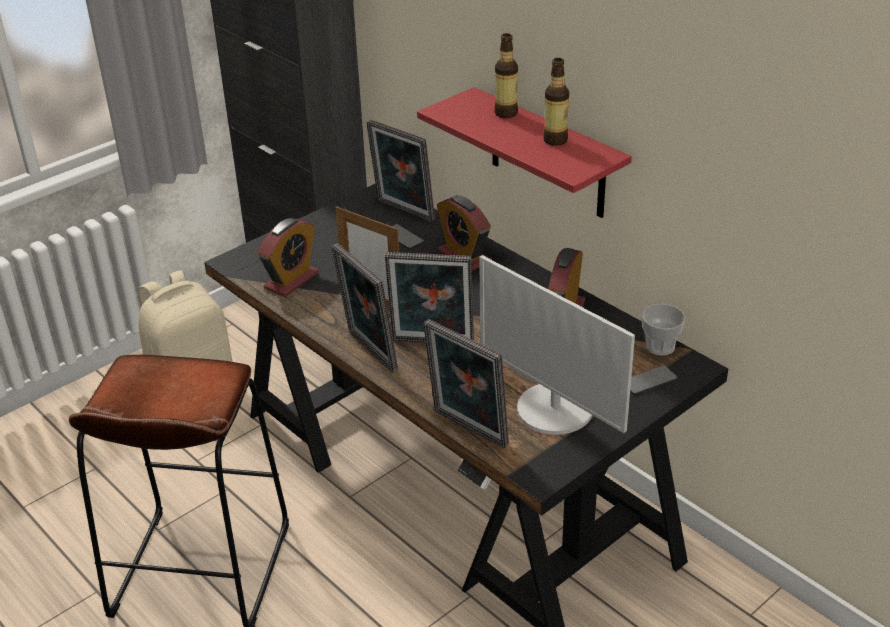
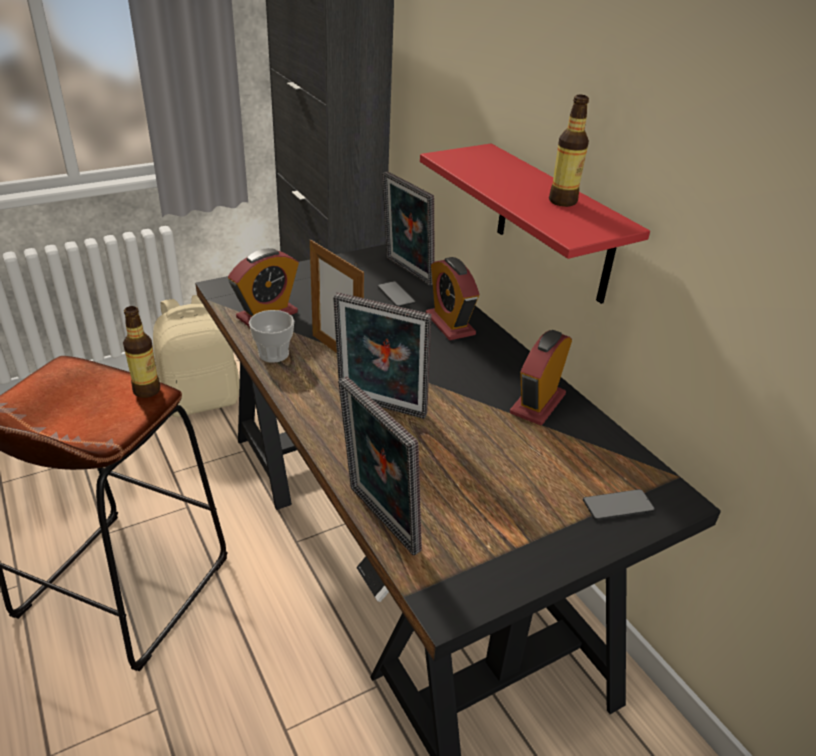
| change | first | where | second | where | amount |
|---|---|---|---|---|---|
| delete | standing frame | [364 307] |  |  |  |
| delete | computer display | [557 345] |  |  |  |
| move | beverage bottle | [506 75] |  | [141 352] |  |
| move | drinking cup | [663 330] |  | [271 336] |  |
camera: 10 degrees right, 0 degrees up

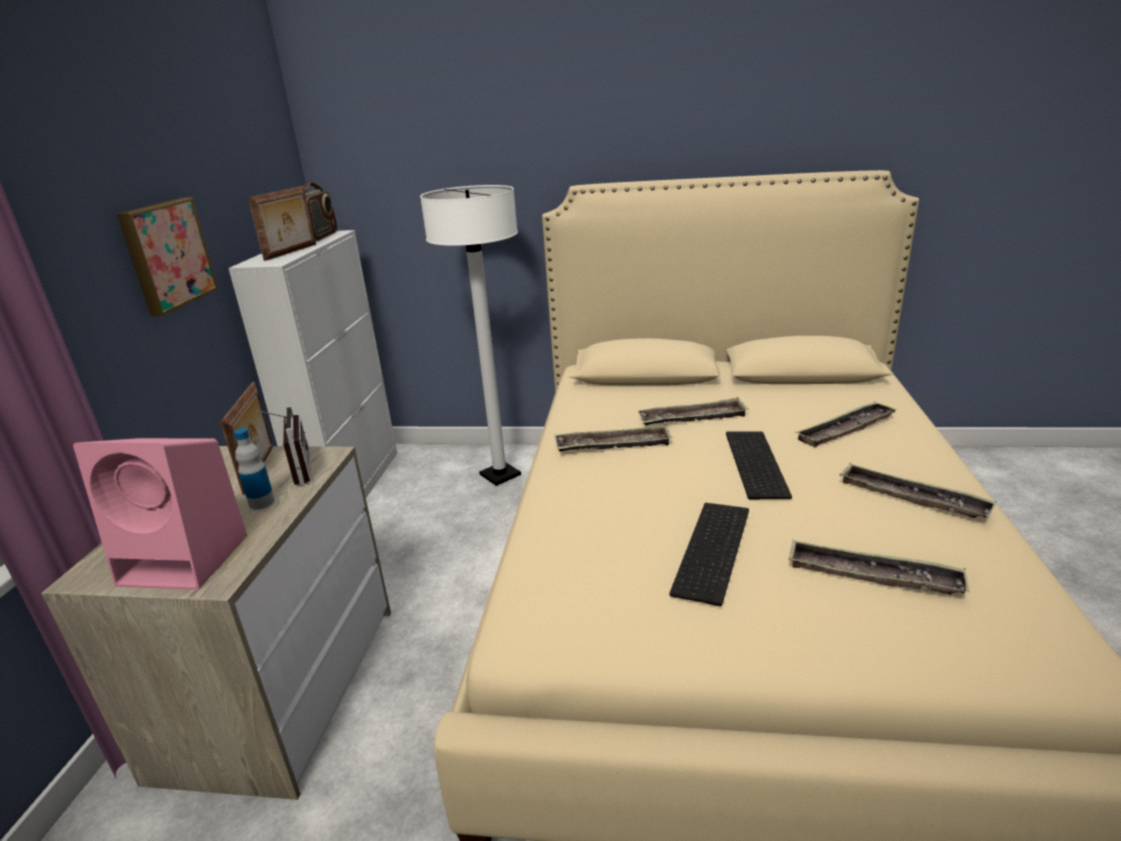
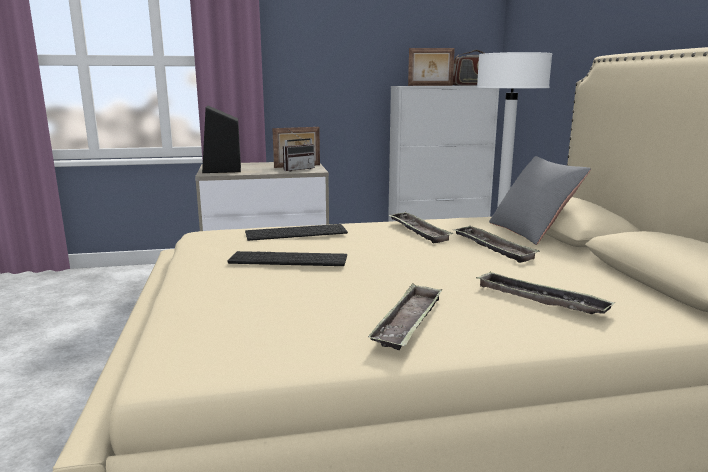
| change | first | where | second | where | amount |
|---|---|---|---|---|---|
| recolor | loudspeaker in pink | [160 514] | loudspeaker in black | [221 139] |  |
| delete | picture | [168 256] |  |  |  |
| delete | beverage bottle | [254 468] |  |  |  |
| move | keyboard | [759 466] |  | [296 232] |  |
| delete | serving tray | [879 567] |  |  |  |
| insert |  |  | pillow in greyish | [540 200] |  |
camera: 70 degrees right, 10 degrees down

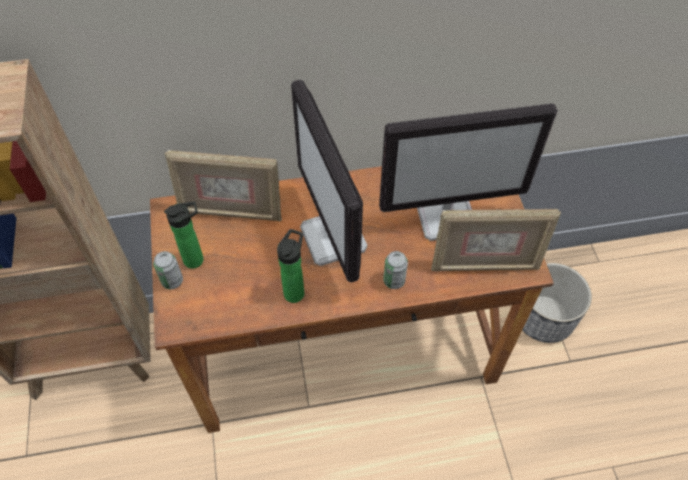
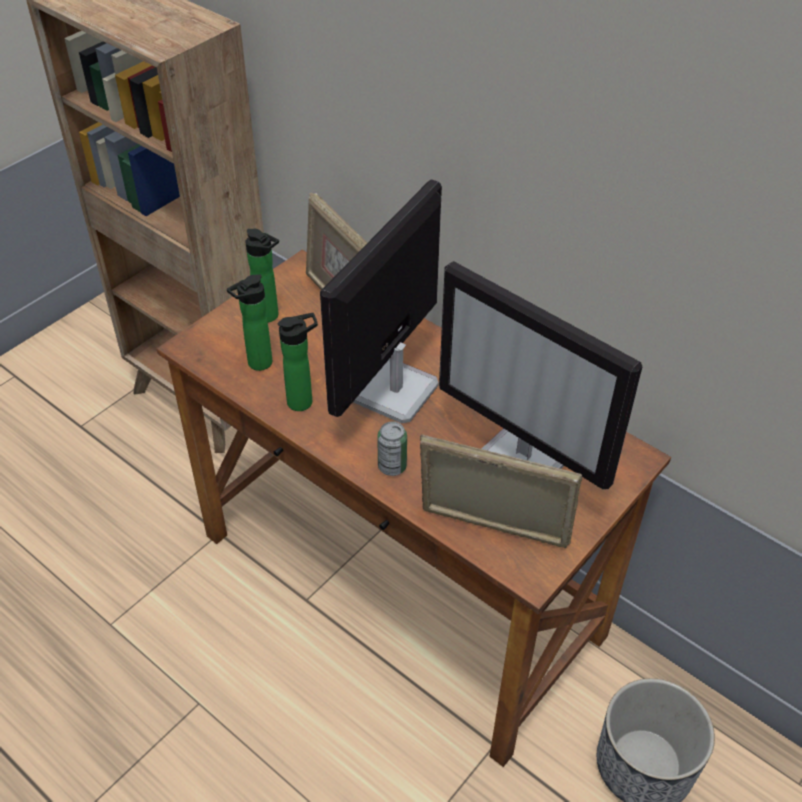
| change | first | where | second | where | amount |
|---|---|---|---|---|---|
| delete | sealed can | [168 270] |  |  |  |
| rotate | standing frame | [496 240] |  | [501 491] | 150 degrees clockwise |
| insert |  |  | beverage bottle | [249 322] |  |
camera: 50 degrees right, 10 degrees down

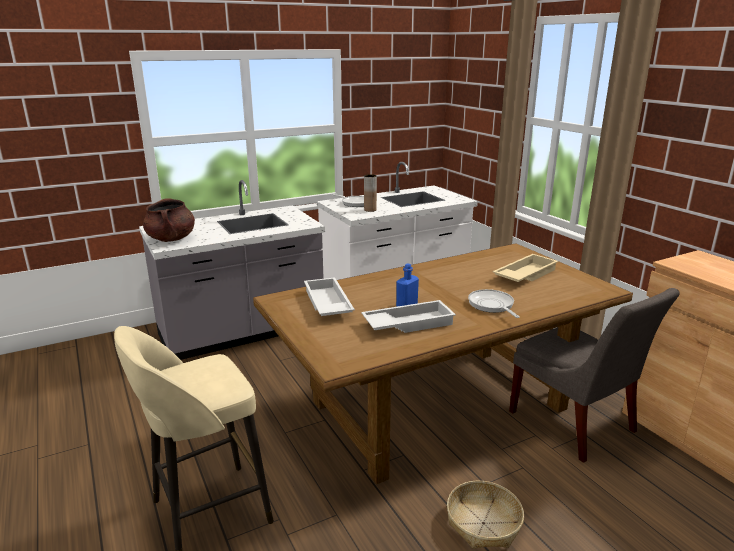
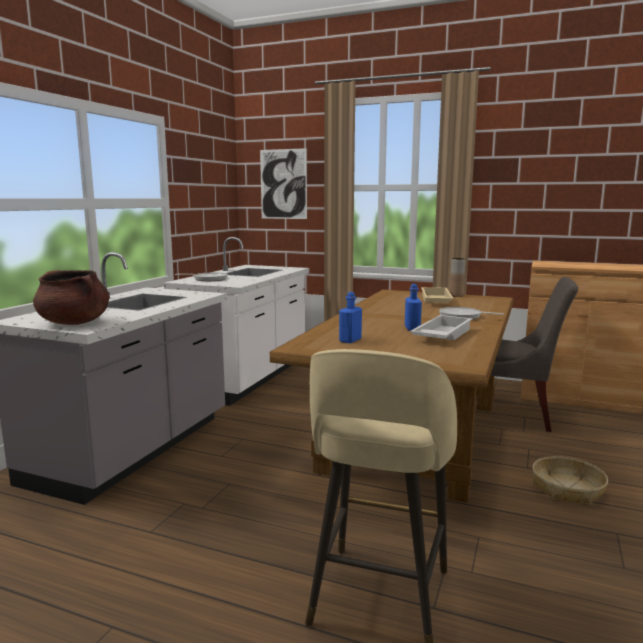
| change | first | where | second | where | amount |
|---|---|---|---|---|---|
| replace | serving tray in white | [329 296] | beverage bottle in blue | [350 317] |  |
| move | flower vase in brown | [370 193] |  | [457 277] |  |
| insert |  |  | picture | [283 183] |  |
camera: 40 degrees left, 10 degrees down

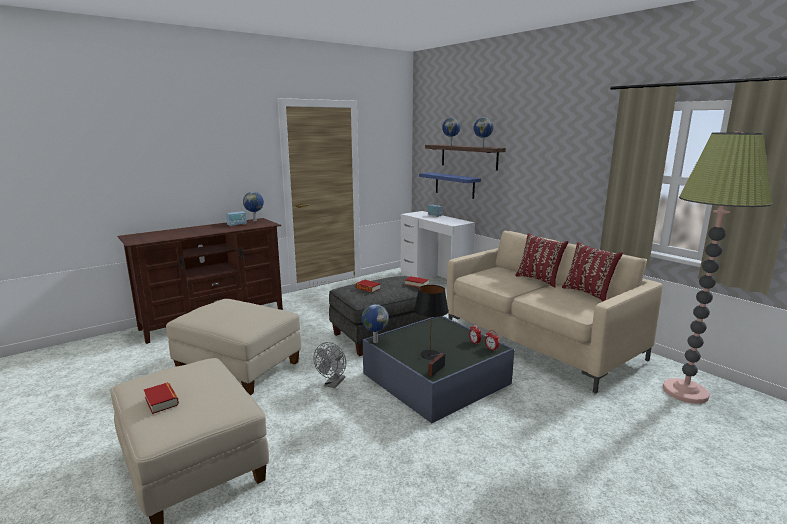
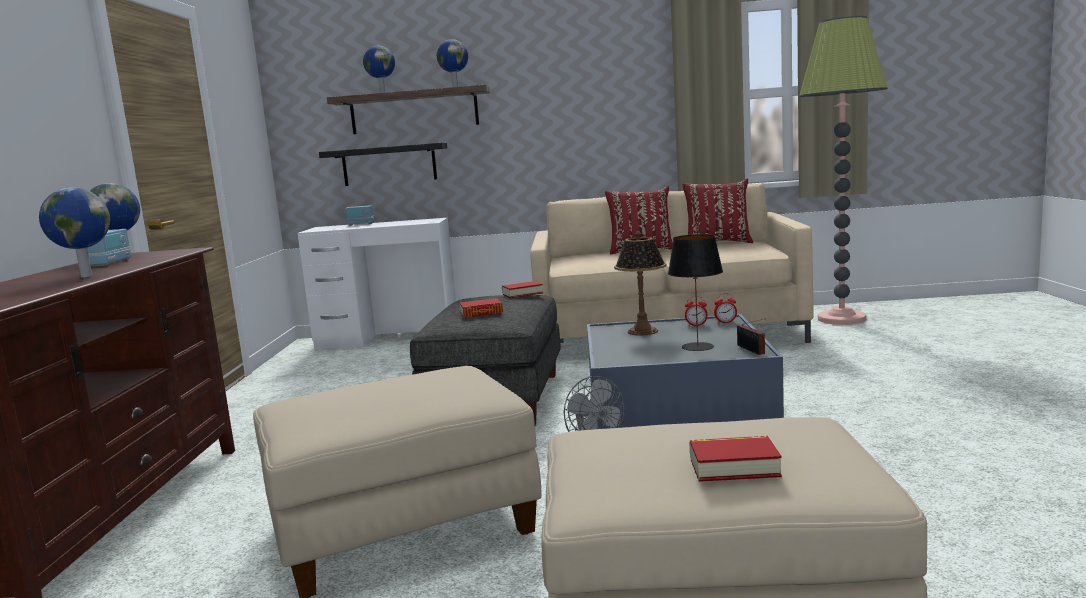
| change | first | where | second | where | amount |
|---|---|---|---|---|---|
| move | desk globe | [375 323] |  | [74 233] |  |
| recolor | shelf in blue | [450 185] | shelf in black | [383 164] |  |
| insert |  |  | tabletop lamp | [640 284] |  |
camera: 50 degrees left, 5 degrees down

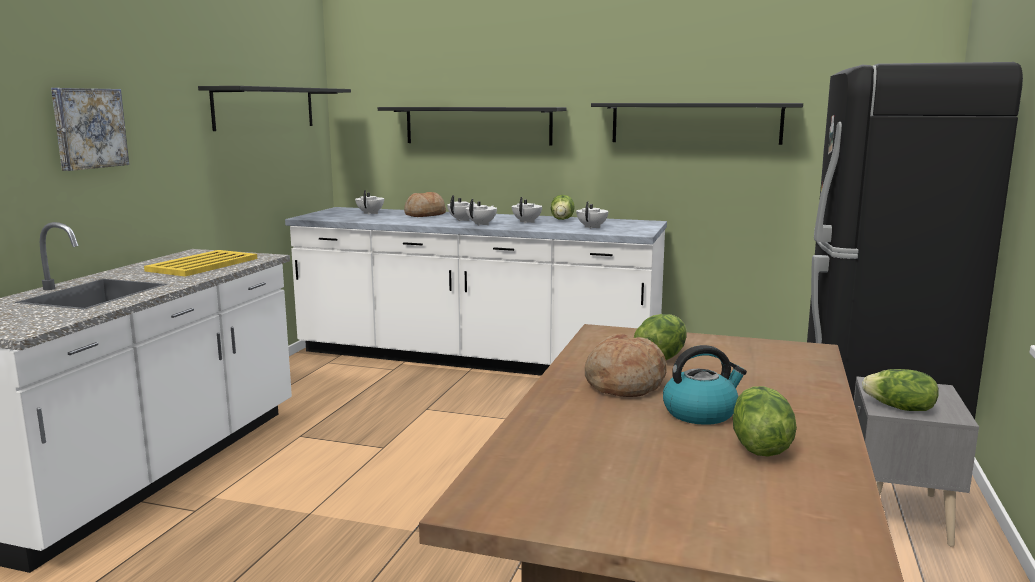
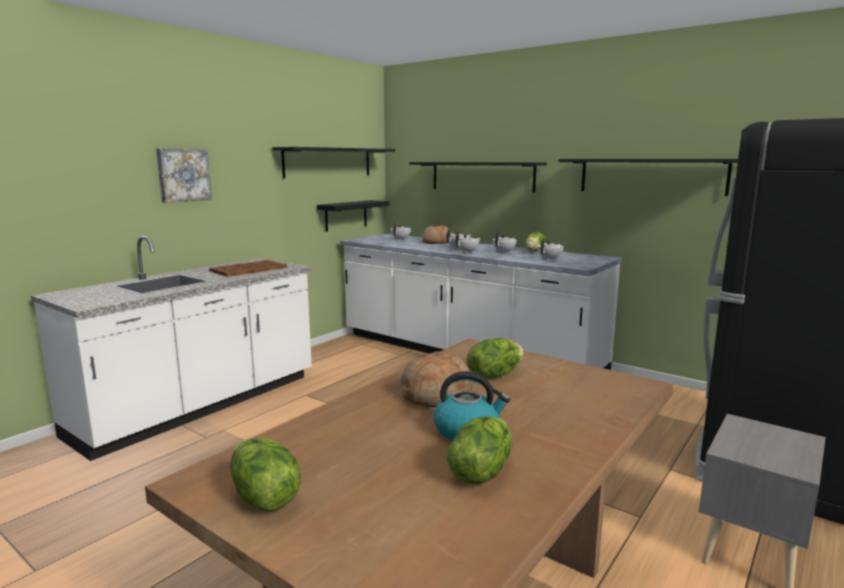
| change | first | where | second | where | amount |
|---|---|---|---|---|---|
| recolor | serving tray in yellowish | [200 263] | serving tray in brown | [248 268] |  |
| move | lettuce | [900 390] |  | [265 474] |  |
| insert |  |  | shelf in black | [353 216] |  |
camera: 20 degrees right, 0 degrees up

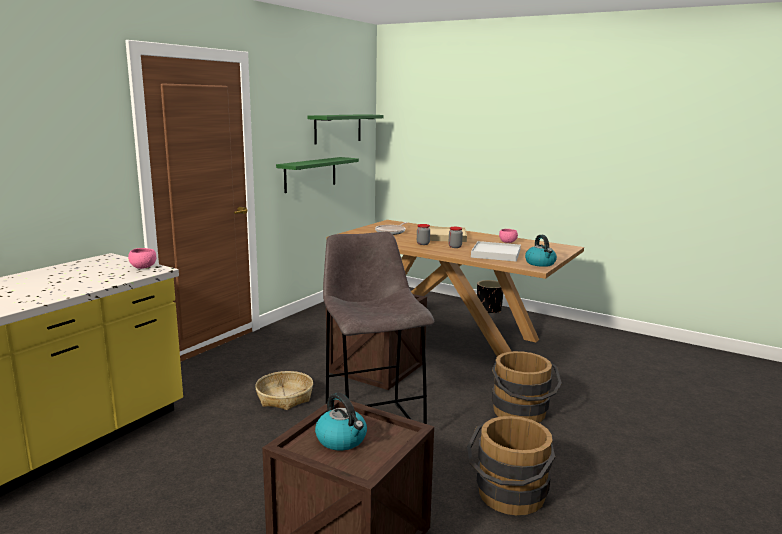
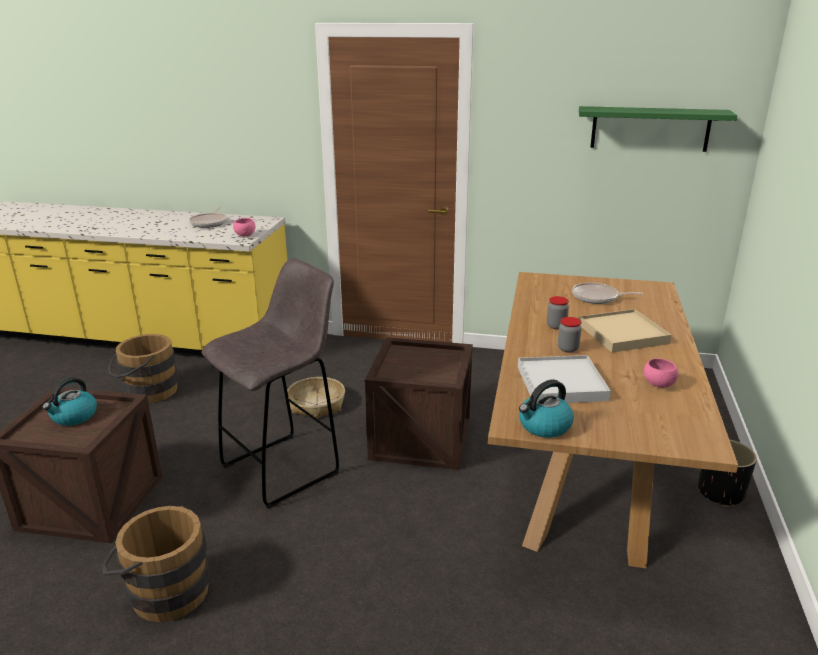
| change | first | where | second | where | amount |
|---|---|---|---|---|---|
| delete | shelf in greenish | [317 175] |  |  |  |
| move | pail in brown | [527 387] |  | [143 369] |  |
| insert |  |  | pan | [208 217] |  |
camera: 70 degrees right, 10 degrees up

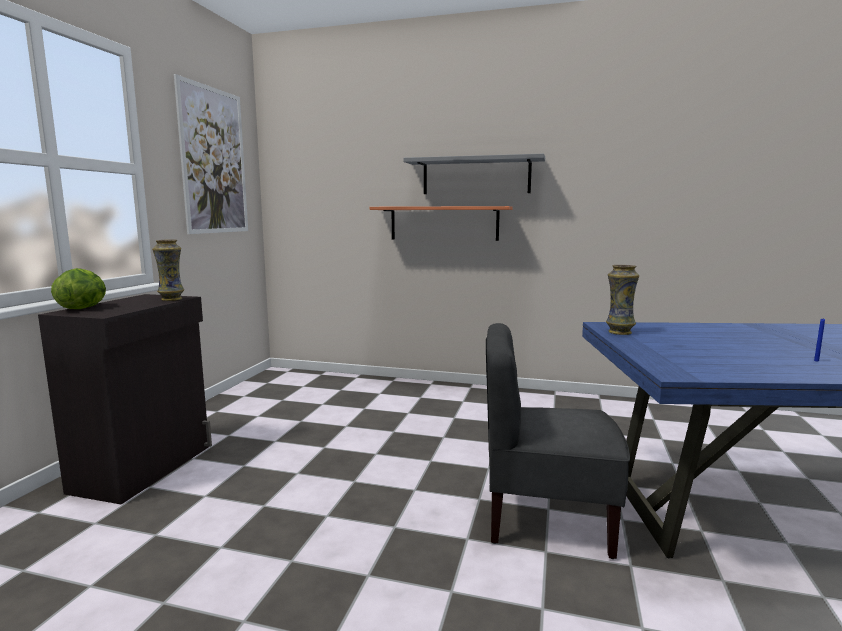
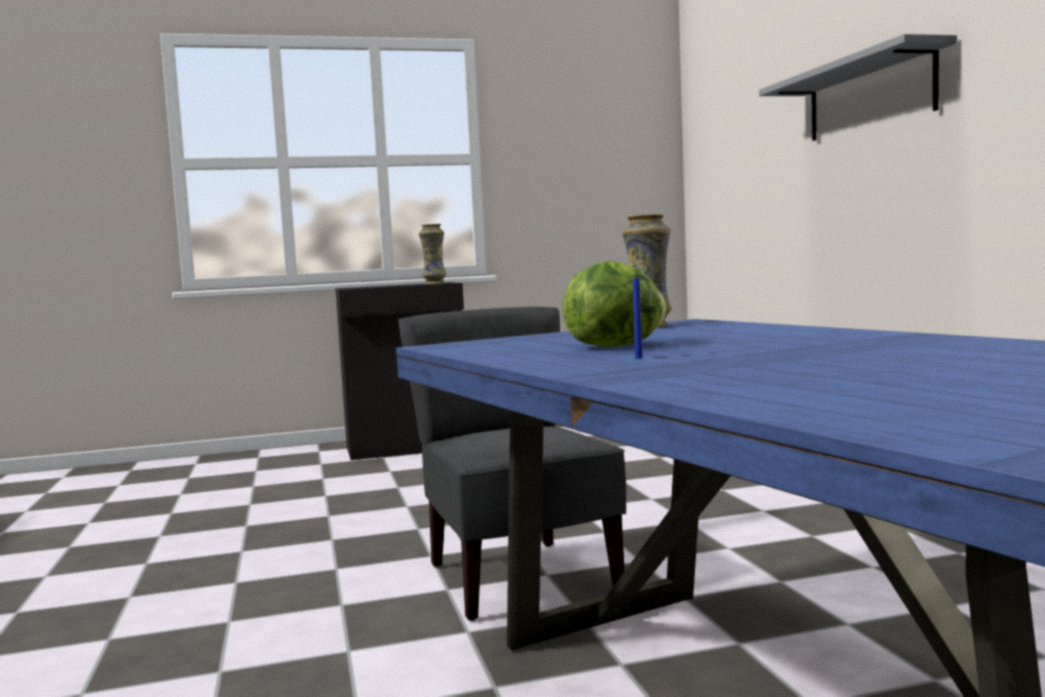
| change | first | where | second | where | amount |
|---|---|---|---|---|---|
| move | lettuce | [78 288] |  | [614 304] |  |
| delete | picture | [211 154] |  |  |  |
| delete | shelf | [440 223] |  |  |  |
camera: 60 degrees right, 5 degrees down

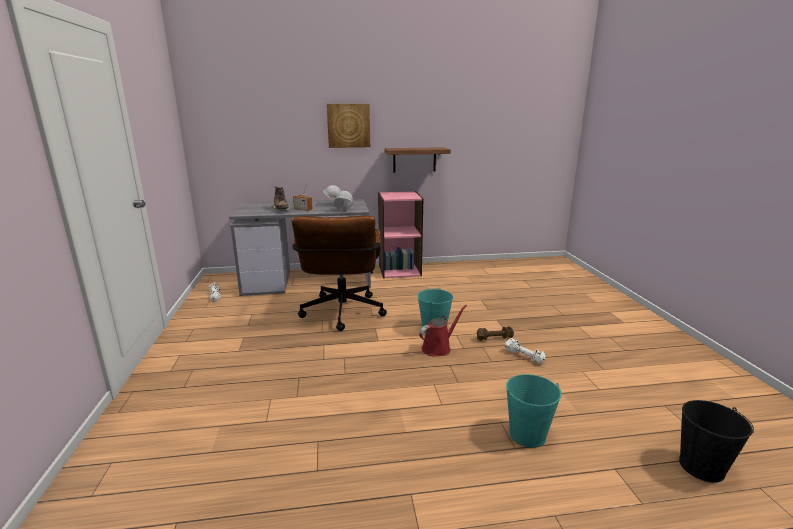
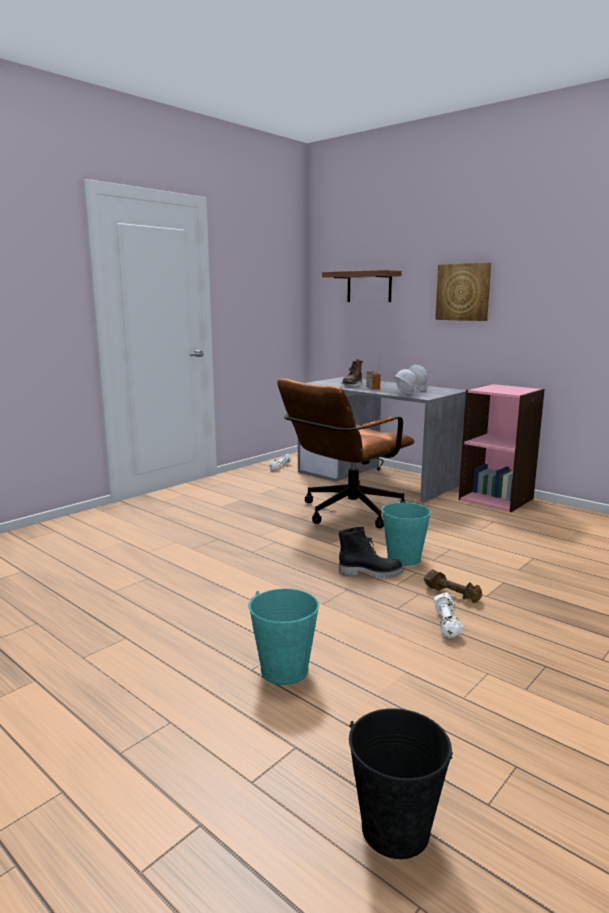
| change | first | where | second | where | amount |
|---|---|---|---|---|---|
| move | shelf | [417 159] |  | [362 286] |  |
| replace | watering can in red-coloured | [443 330] | tall boot in black | [371 553] |  |
camera: 50 degrees right, 5 degrees down

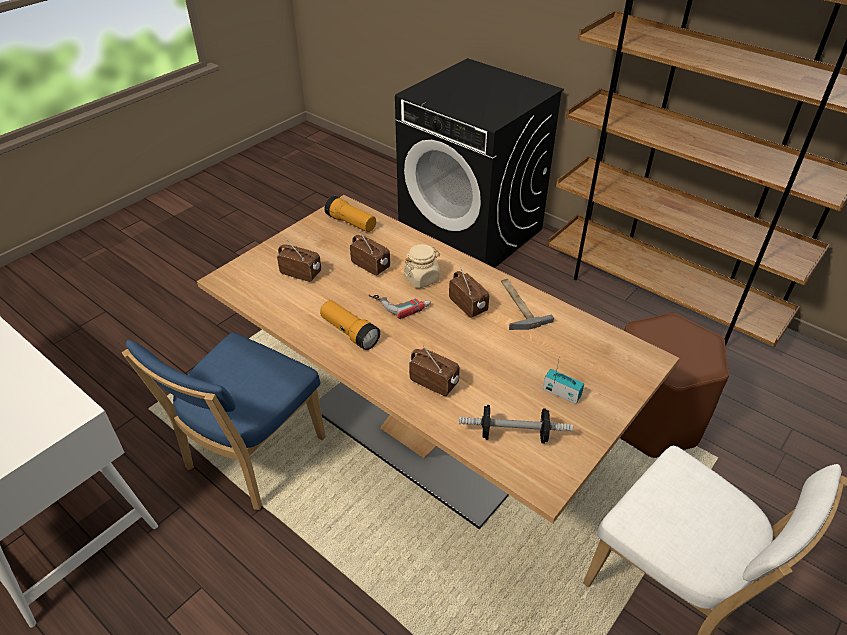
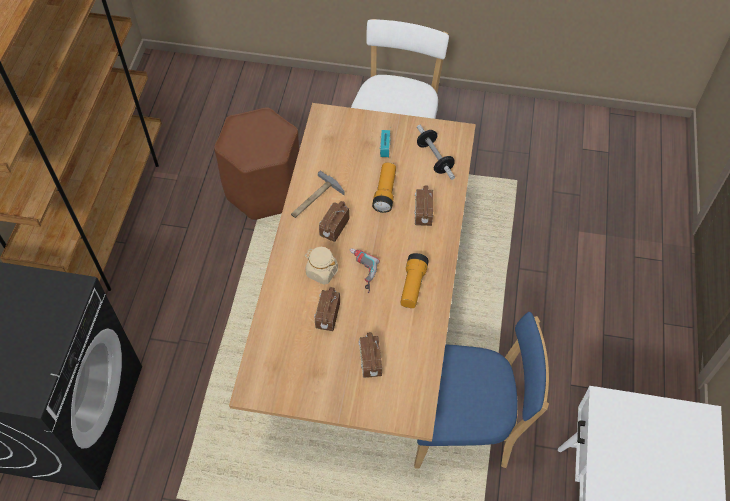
| change | first | where | second | where | amount |
|---|---|---|---|---|---|
| move | flashlight | [350 214] |  | [384 188] |  |
camera: 120 degrees left, 15 degrees up

